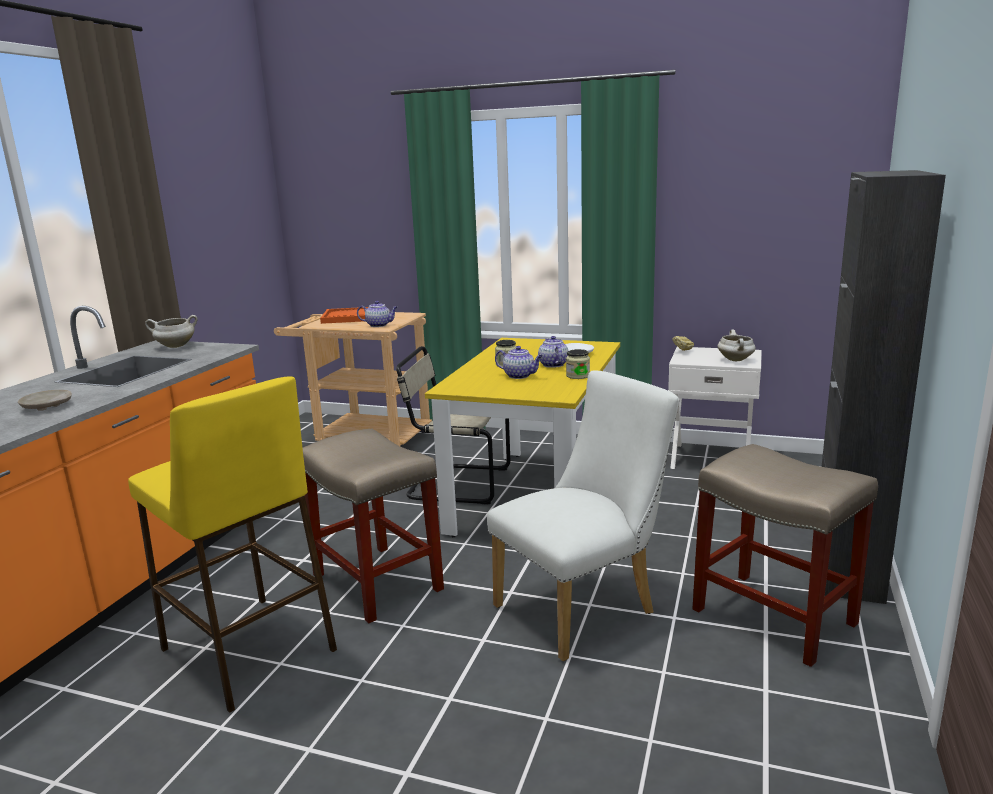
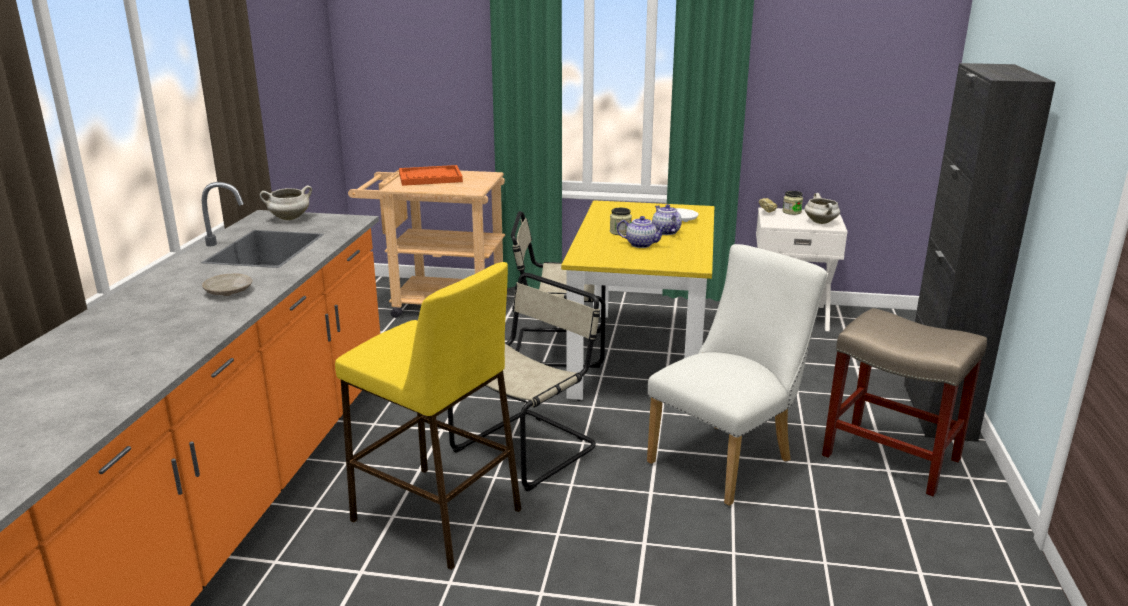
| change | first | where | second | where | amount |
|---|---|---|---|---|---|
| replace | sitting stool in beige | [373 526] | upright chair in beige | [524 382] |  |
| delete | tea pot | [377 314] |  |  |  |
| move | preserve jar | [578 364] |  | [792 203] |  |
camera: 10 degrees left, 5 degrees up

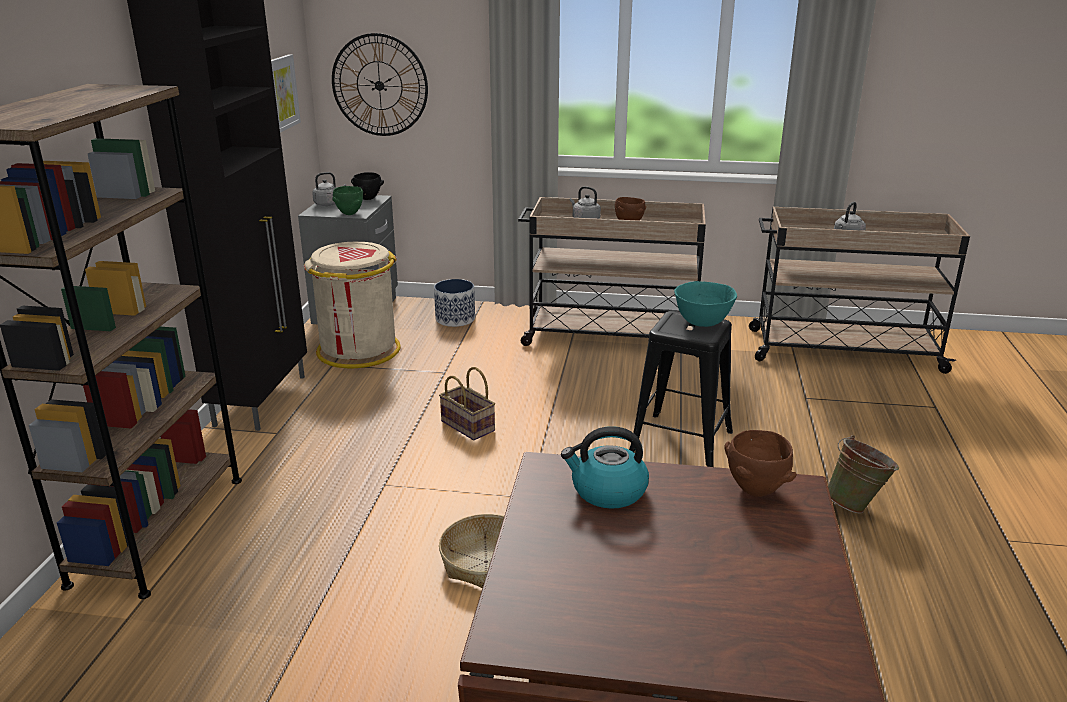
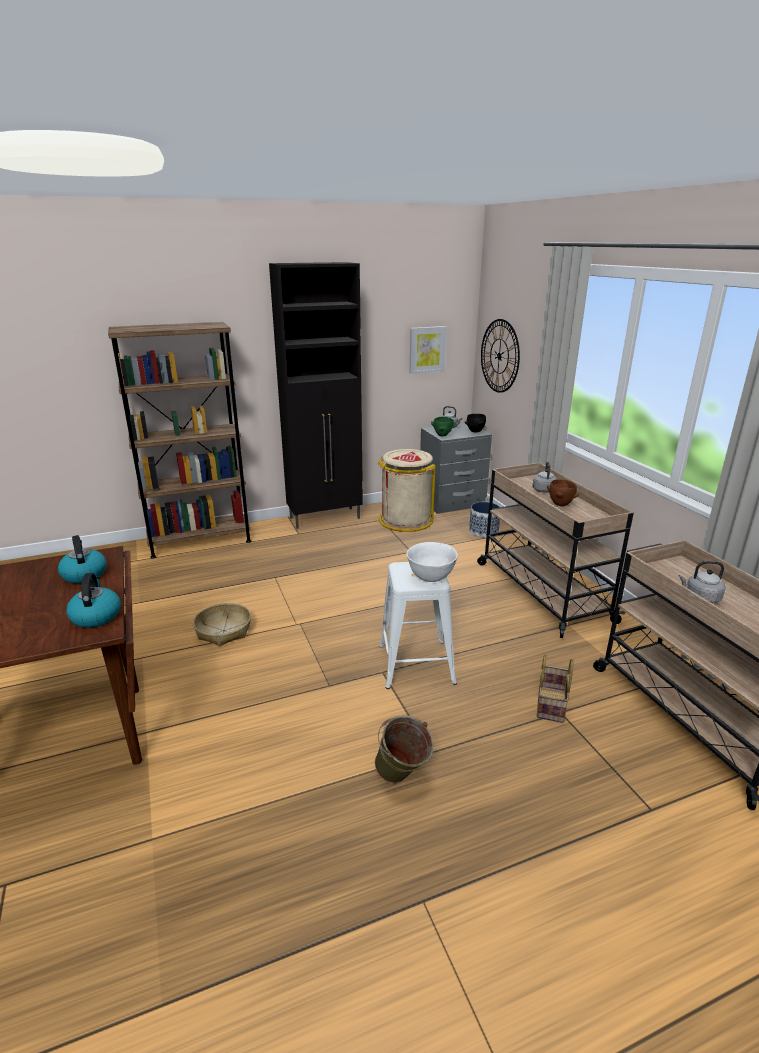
| change | first | where | second | where | amount |
|---|---|---|---|---|---|
| move | basket | [467 403] |  | [555 689] |  |
| recolor | sitting stool in black | [681 389] | sitting stool in white | [418 625] |  |
| recolor | deep dish in turquoise-coloured | [705 304] | deep dish in white | [432 562] |  |
| replace | deep dish in brown | [760 463] | tea kettle | [93 600] |  |
camera: 60 degrees right, 0 degrees up

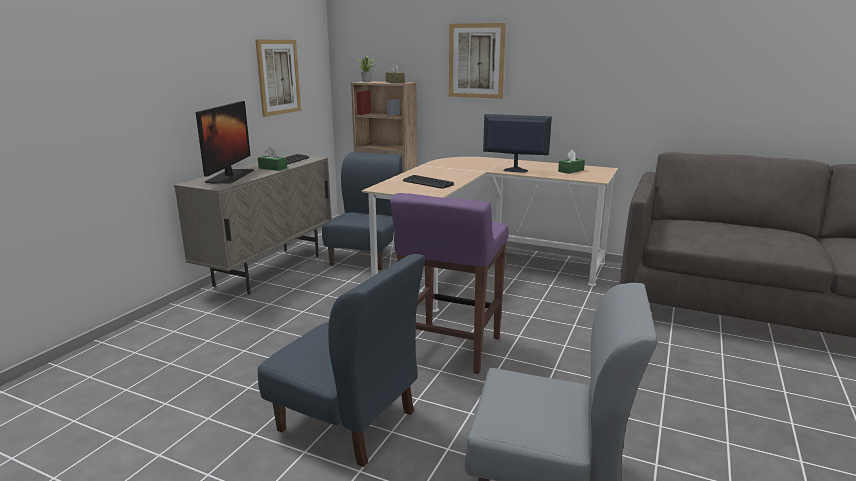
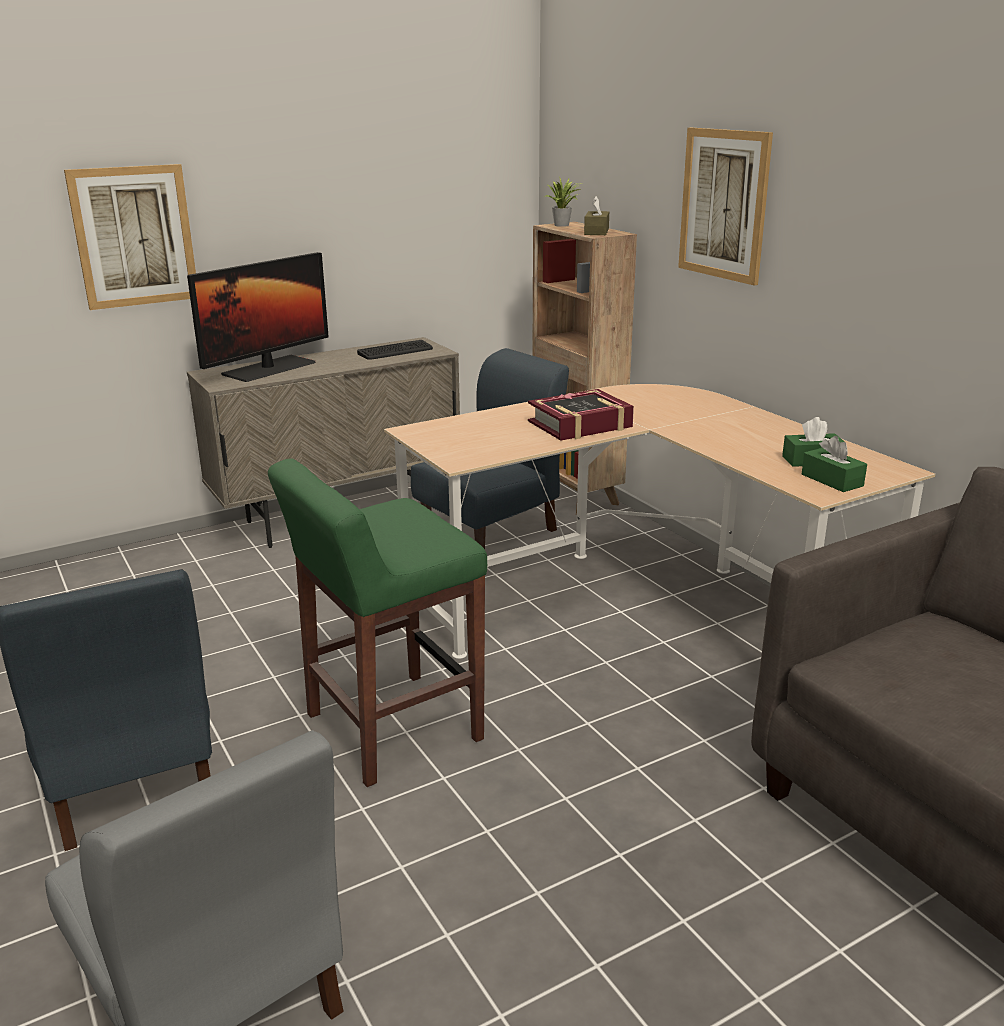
| change | first | where | second | where | amount |
|---|---|---|---|---|---|
| move | picture | [278 78] |  | [130 237] |  |
| move | tissue box in greenish | [272 159] |  | [834 464] |  |
| recolor | sitting stool in purple-coloured | [449 283] | sitting stool in greenish | [377 622] |  |
| delete | keyboard | [428 182] |  |  |  |
| delete | computer display | [517 143] |  |  |  |
| insert |  |  | bound book | [581 415] |  |
camera: 35 degrees right, 5 degrees up

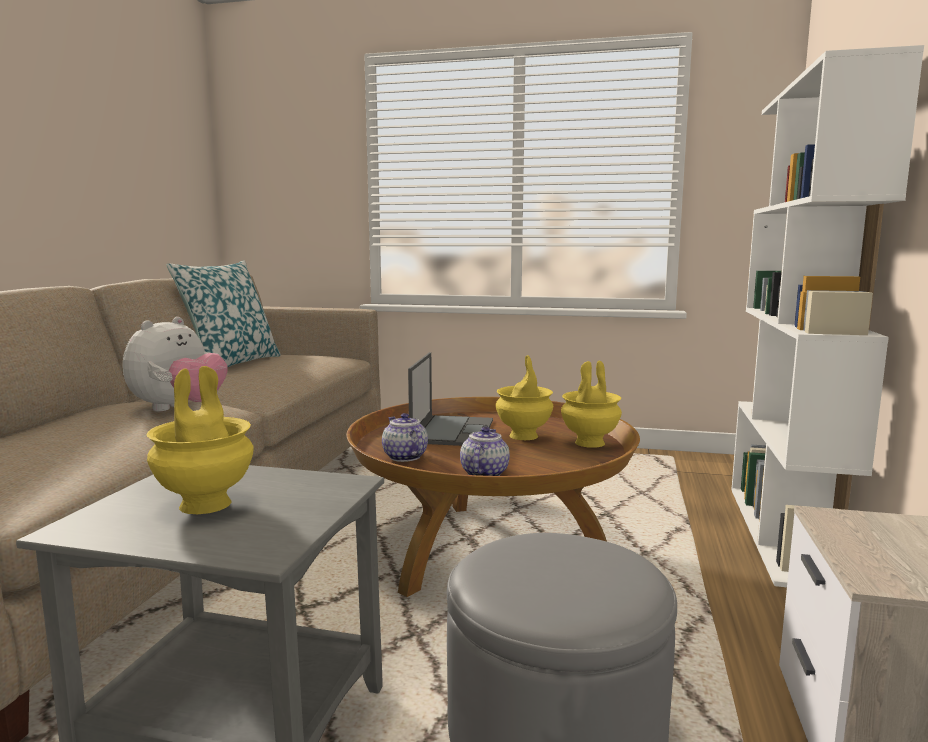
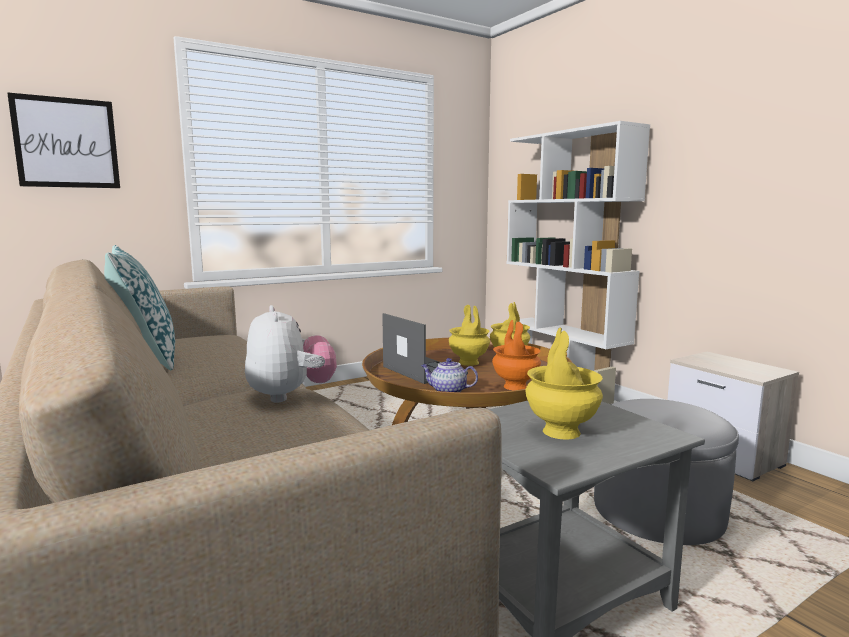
| change | first | where | second | where | amount |
|---|---|---|---|---|---|
| replace | tea pot | [485 451] | flower vase in orangey | [516 355] |  |
| insert |  |  | picture | [63 140] |  |
camera: 45 degrees left, 0 degrees up

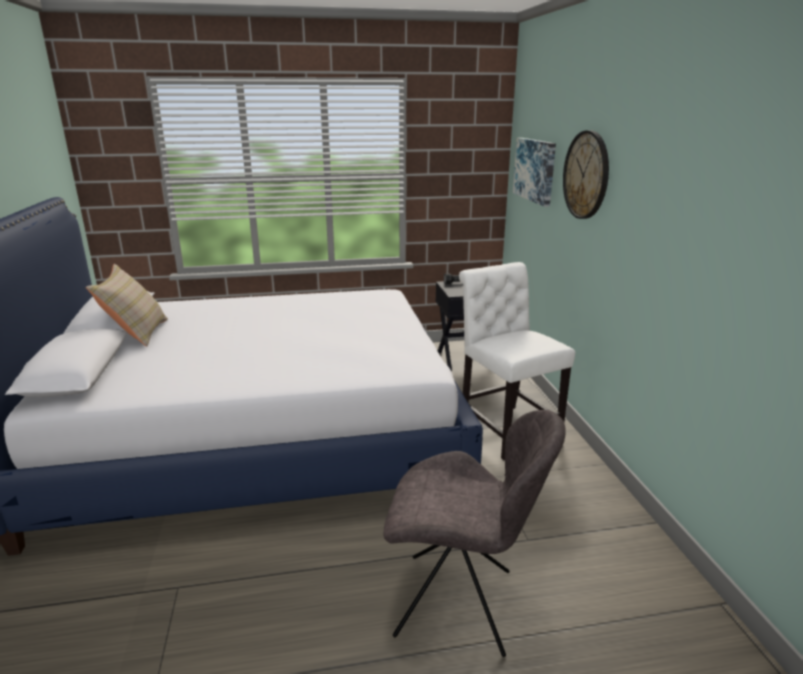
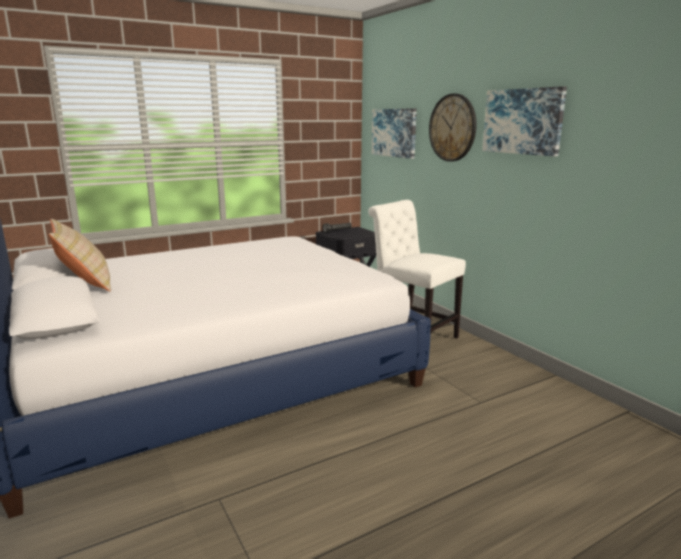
| change | first | where | second | where | amount |
|---|---|---|---|---|---|
| delete | upright chair in greyish | [475 533] |  |  |  |
| insert |  |  | picture | [524 121] |  |
camera: 20 degrees left, 5 degrees down

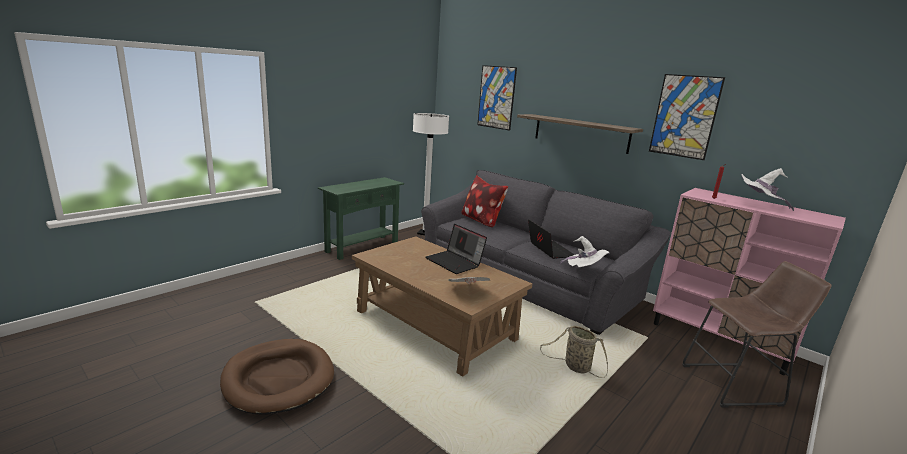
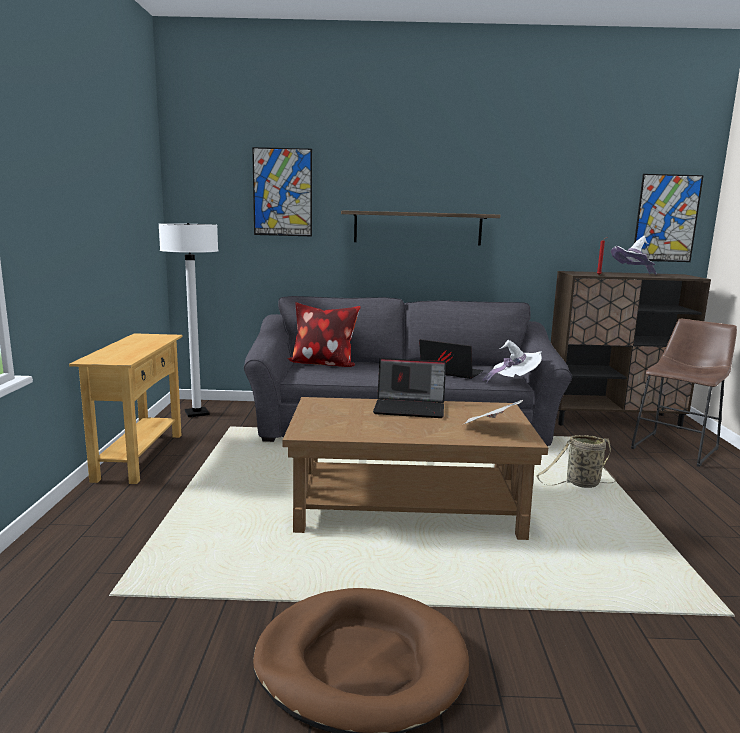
| change | first | where | second | where | amount |
|---|---|---|---|---|---|
| recolor | hall table in greenish | [361 218] | hall table in beige | [126 408] |  |
| move | picture | [687 117] |  | [669 218] |  |
| recolor | cupboard in pink | [749 281] | cupboard in brown | [631 350] |  |
camera: 40 degrees left, 5 degrees down

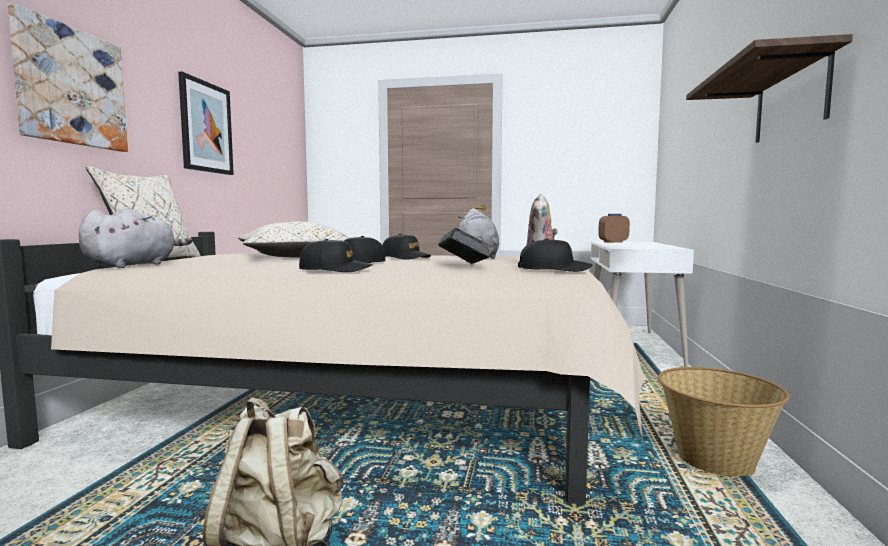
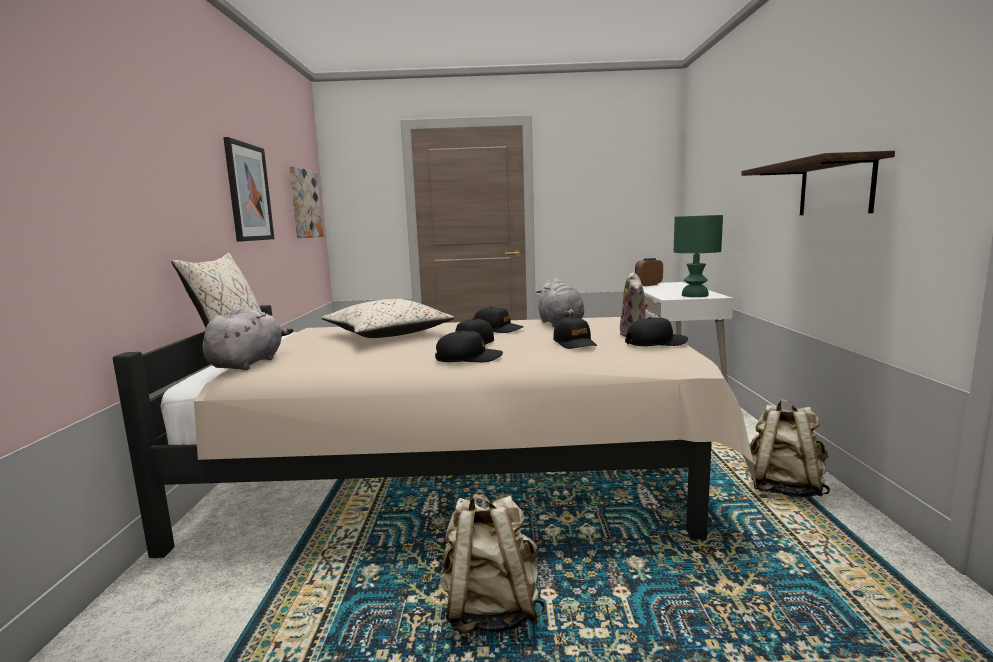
| change | first | where | second | where | amount |
|---|---|---|---|---|---|
| move | picture | [68 77] |  | [306 202] |  |
| replace | bound book | [466 246] | cap in black | [575 332] |  |
| replace | basket | [724 422] | rucksack in beige | [790 448] |  |
| insert |  |  | tabletop lamp in greenish | [698 256] |  |
camera: 10 degrees left, 5 degrees up

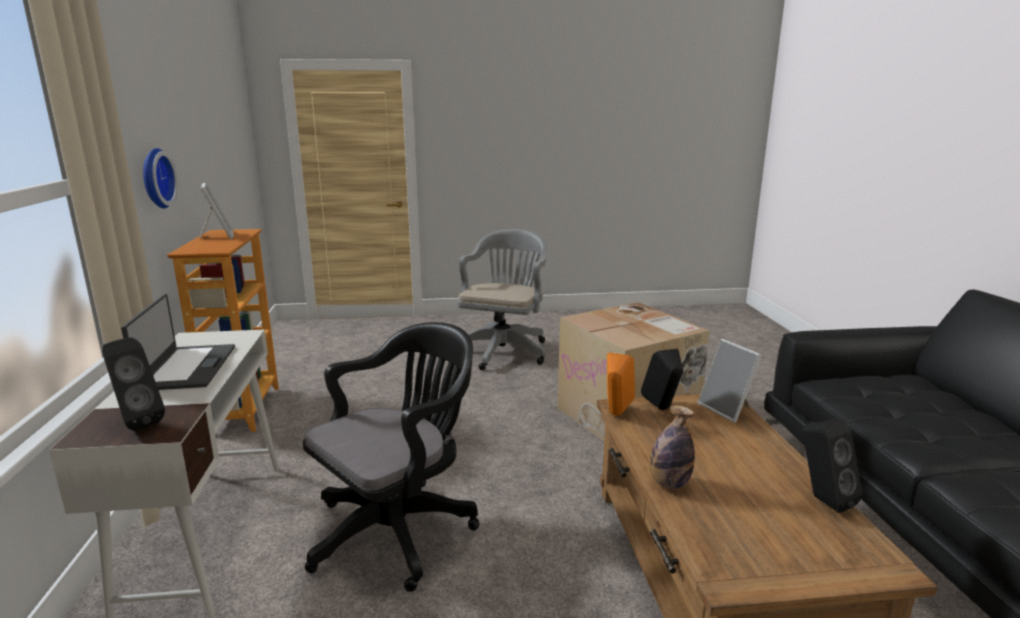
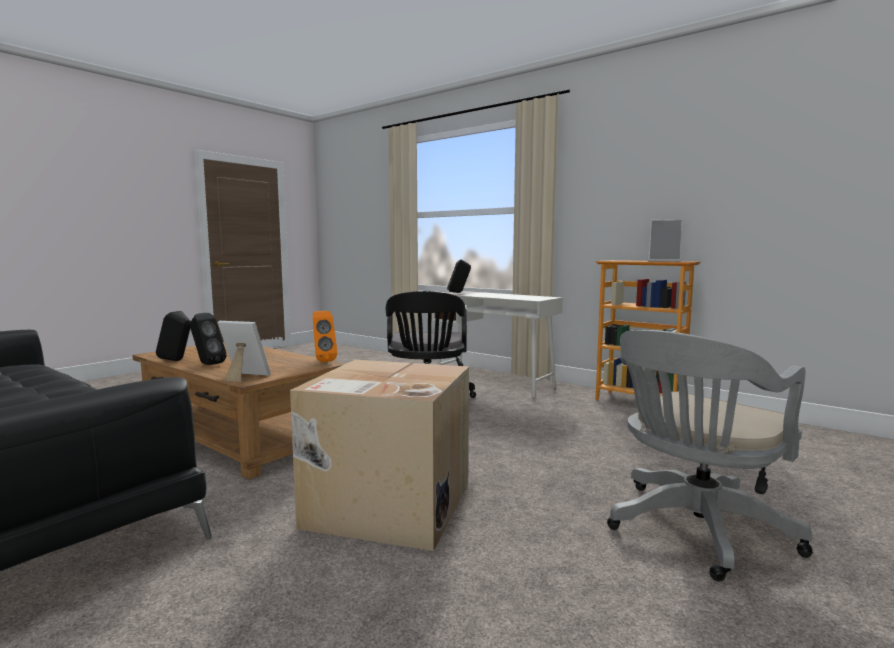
| change | first | where | second | where | amount |
|---|---|---|---|---|---|
| delete | notebook computer | [178 342] |  |  |  |
| delete | hanging clock | [160 178] |  |  |  |
| rotate | office chair in greyish | [501 299] |  | [710 456] | 75 degrees clockwise |
| move | loudspeaker in black | [662 379] |  | [208 339] |  |
| delete | beverage bottle | [672 447] |  |  |  |
camera: 135 degrees right, 10 degrees down

